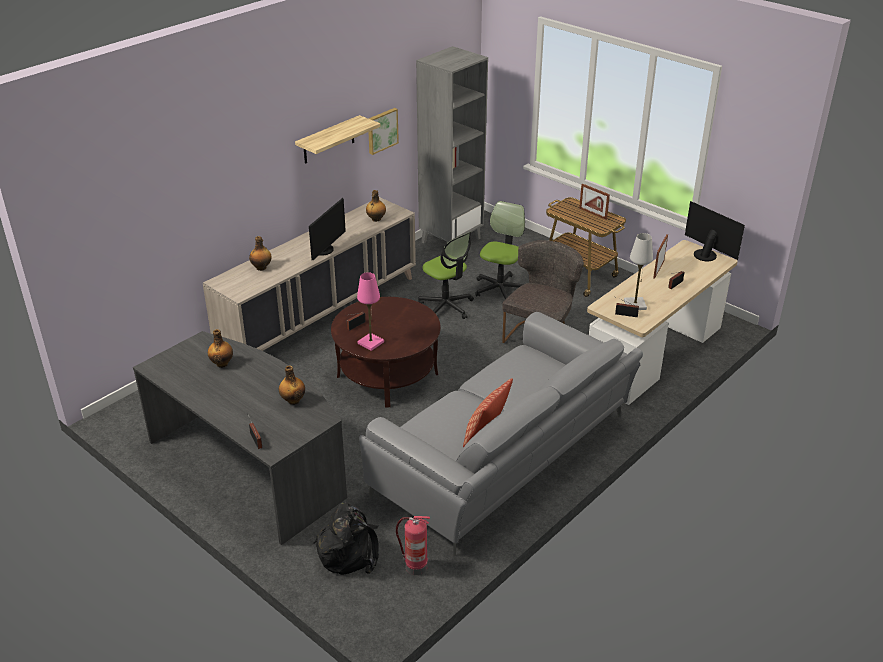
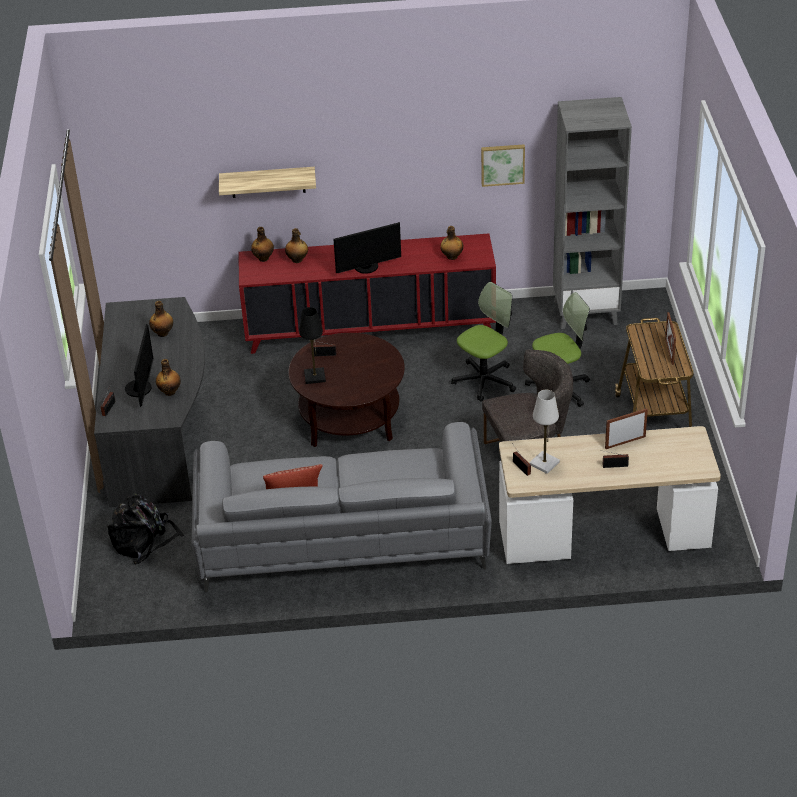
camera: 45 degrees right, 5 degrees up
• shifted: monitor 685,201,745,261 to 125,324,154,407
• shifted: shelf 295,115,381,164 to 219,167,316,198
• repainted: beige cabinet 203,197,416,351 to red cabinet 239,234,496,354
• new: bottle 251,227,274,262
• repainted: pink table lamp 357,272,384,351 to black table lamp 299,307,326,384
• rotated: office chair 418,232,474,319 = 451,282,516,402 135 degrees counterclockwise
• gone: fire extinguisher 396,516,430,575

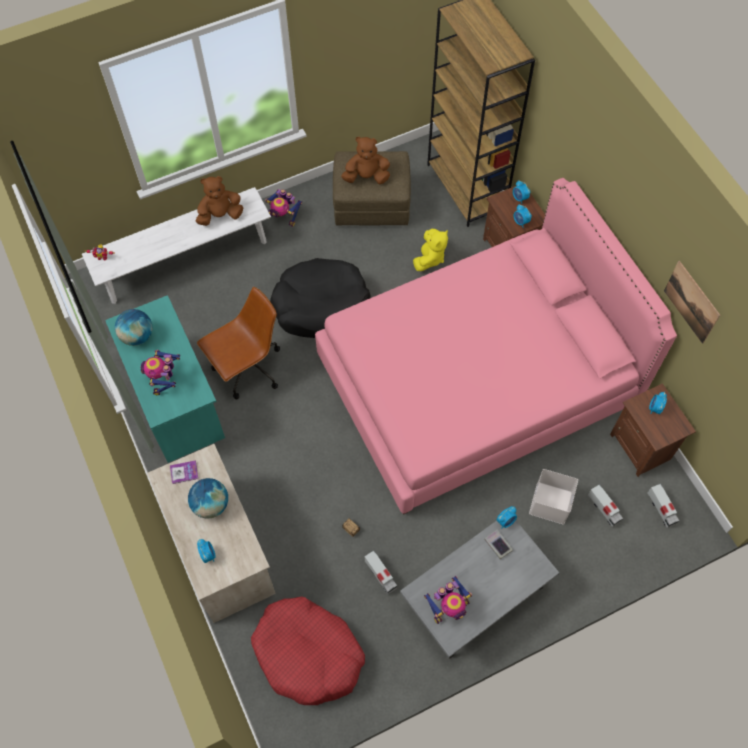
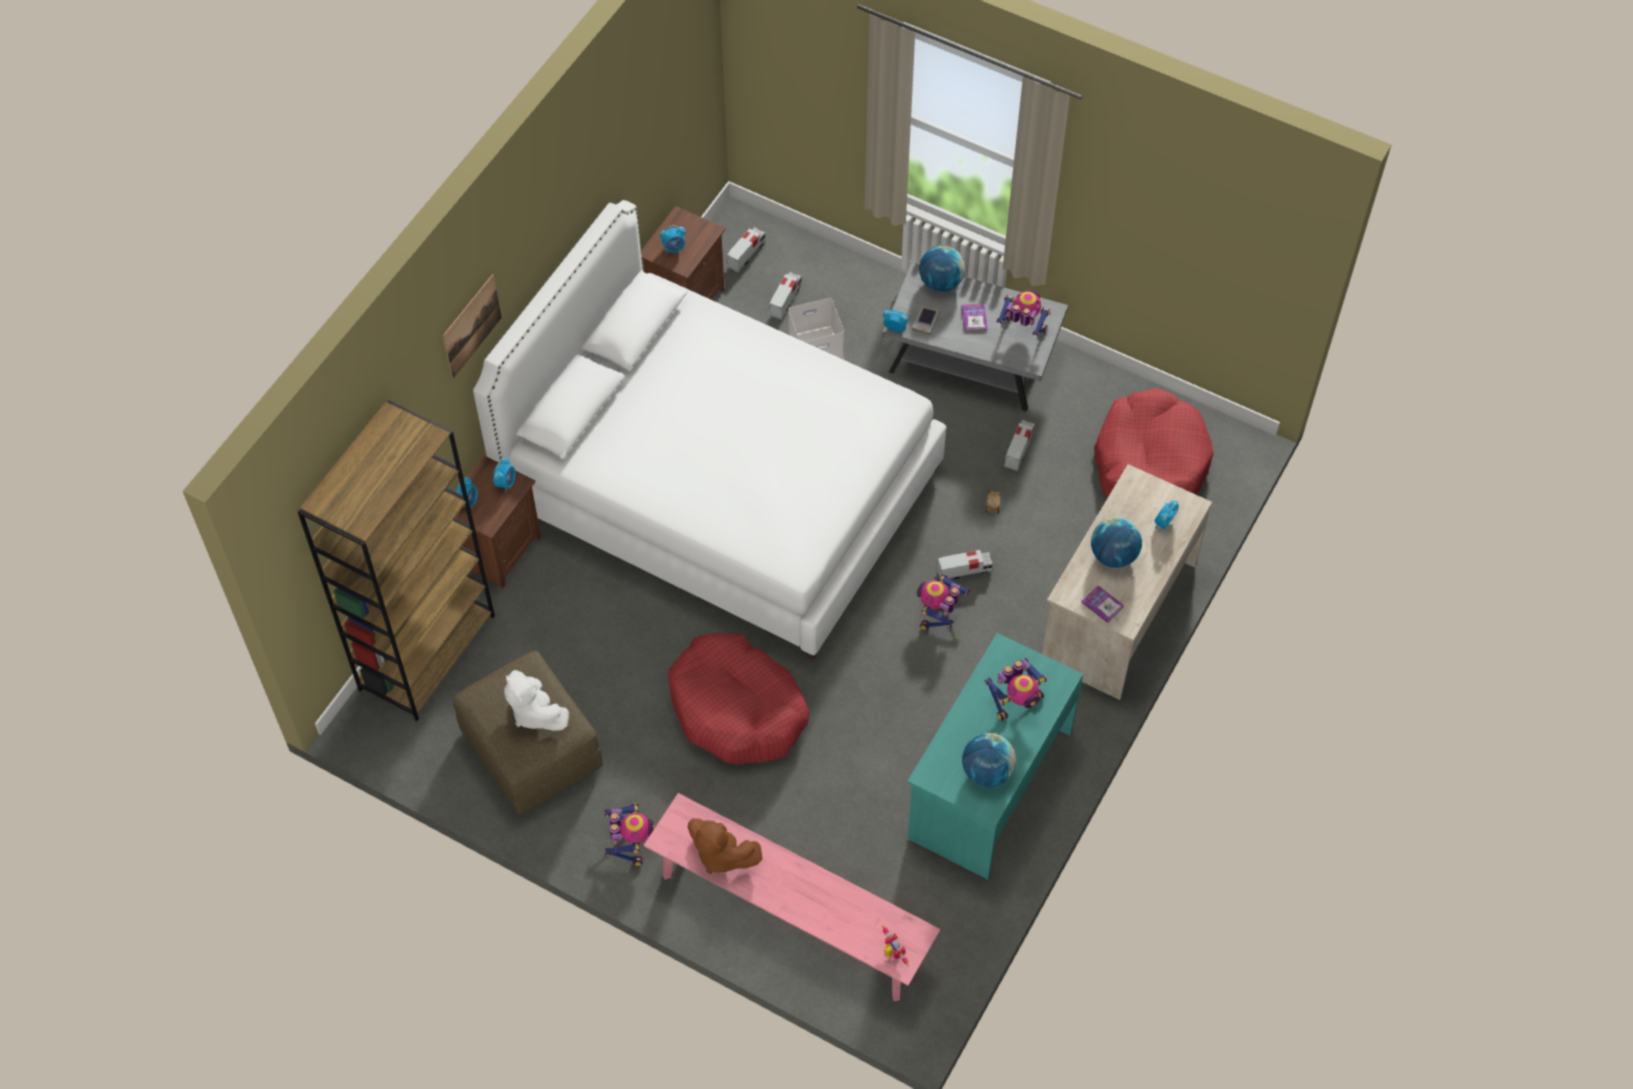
camera: 125 degrees left, 5 degrees down
• shifted: picture 664,261,720,344 to 443,274,502,379
• repainted: pink bed 315,178,677,515 to white bed 473,200,946,660
• repainted: brown plush toy 341,137,390,184 to white plush toy 504,670,569,731
• repainted: white bench 82,187,271,304 to pink bench 644,793,941,1001
• repainted: black dog bed 270,258,371,338 to red dog bed 668,633,809,764
• new: toy robot 917,574,970,630
• new: globe 919,245,965,292
• new: toy truck 937,550,993,580
• new: book 961,303,988,331
• gone: brown office chair 197,287,280,399
• gone: yellow plush toy 413,229,448,271

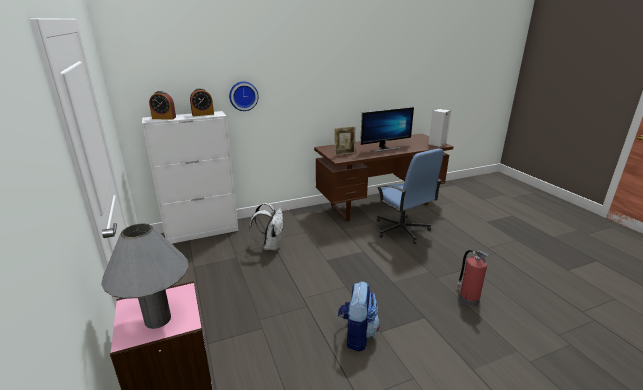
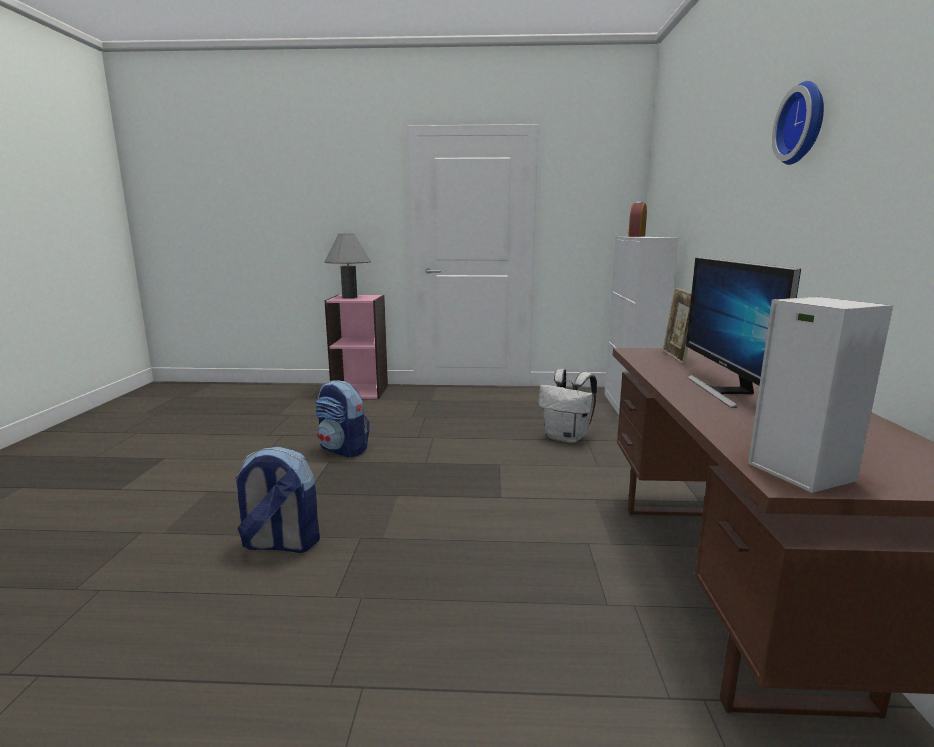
camera: 115 degrees right, 10 degrees down
• swapped: fire extinguisher 457,250,490,306 to backpack 235,447,320,553
• shifted: wall clock 229,81,259,111 to 772,81,824,165
• gone: alarm clock 190,88,214,116
• gone: blue office chair 377,148,444,244

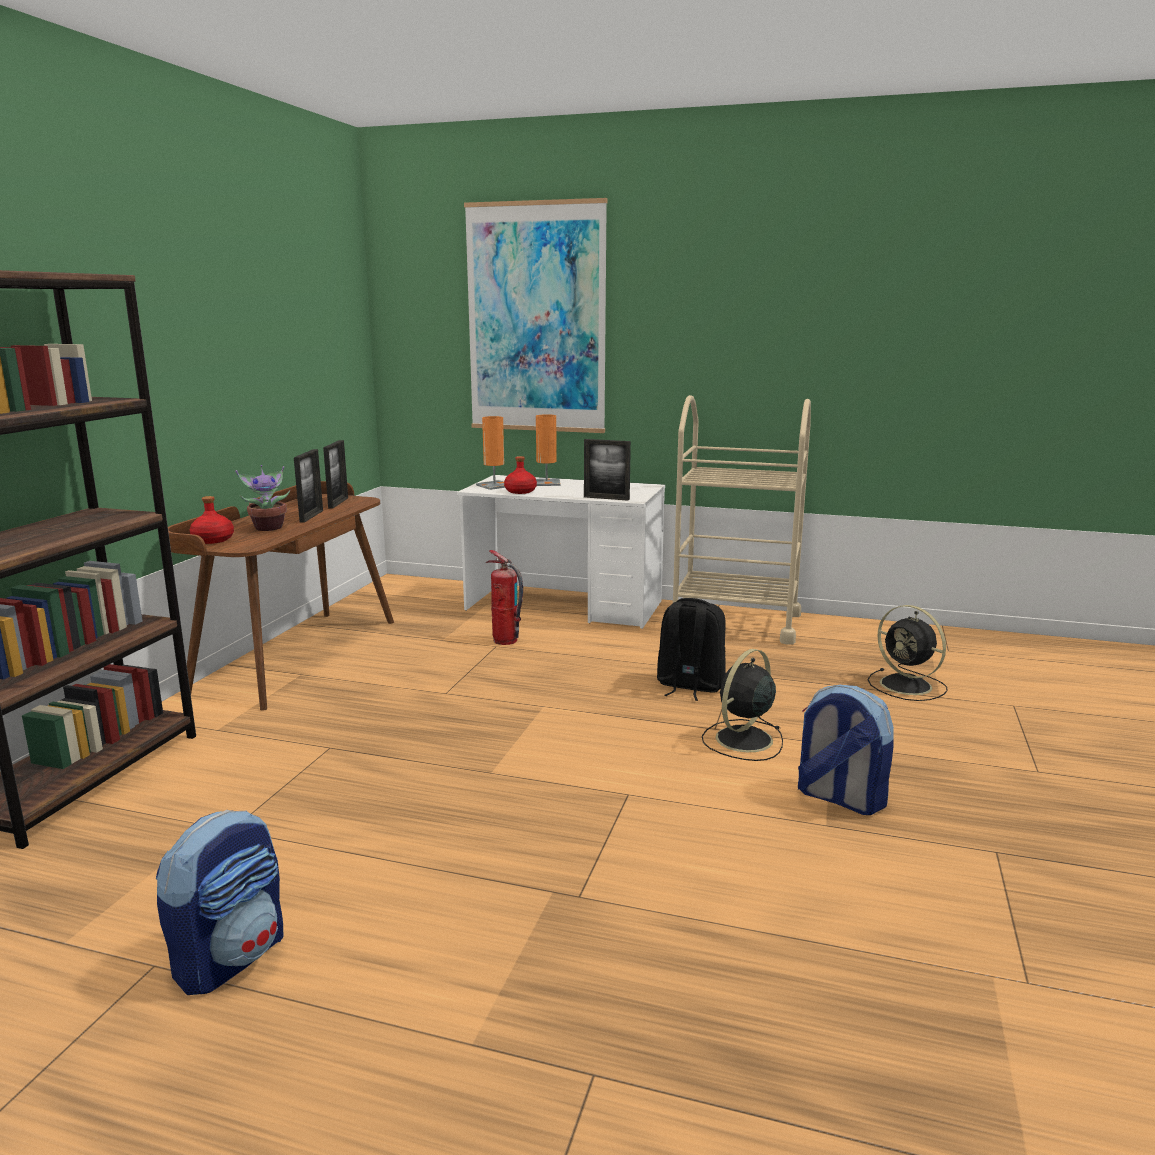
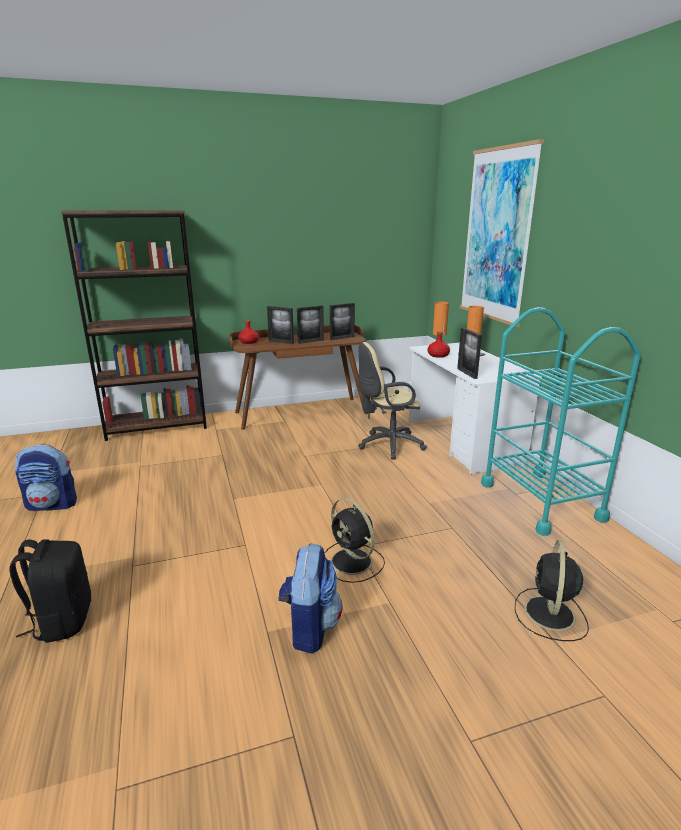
camera: 55 degrees right, 5 degrees up
• shifted: black backpack 657,598,726,701 to 9,539,91,643
• swapped: potted plant 235,465,290,531 to picture frame 267,306,294,344
• rotated: black fan 702,649,783,761 = 324,498,385,583 135 degrees counterclockwise
• swapped: fire extinguisher 485,550,523,645 to beige office chair 358,342,427,459
• repainted: beige cart 673,395,811,644 to turquoise cart 481,307,641,536

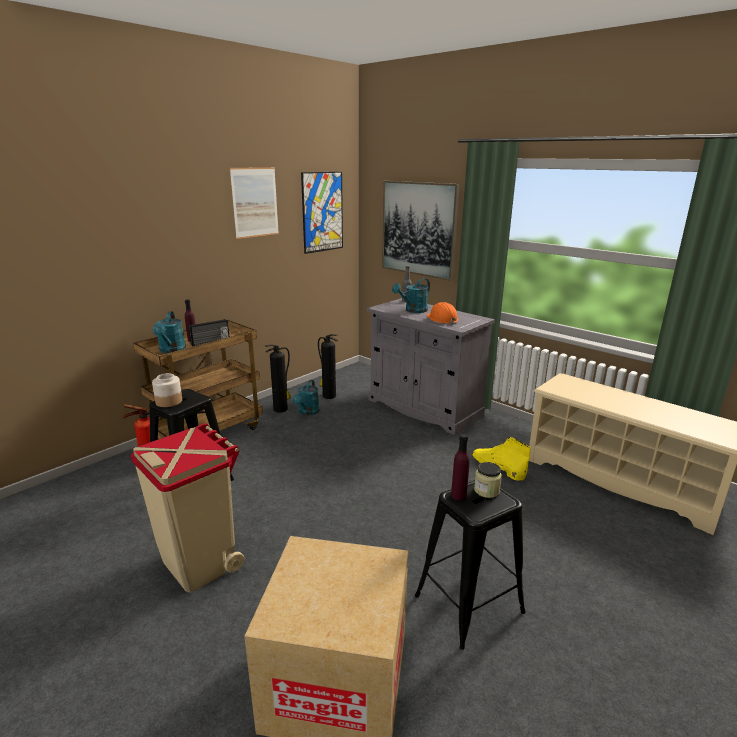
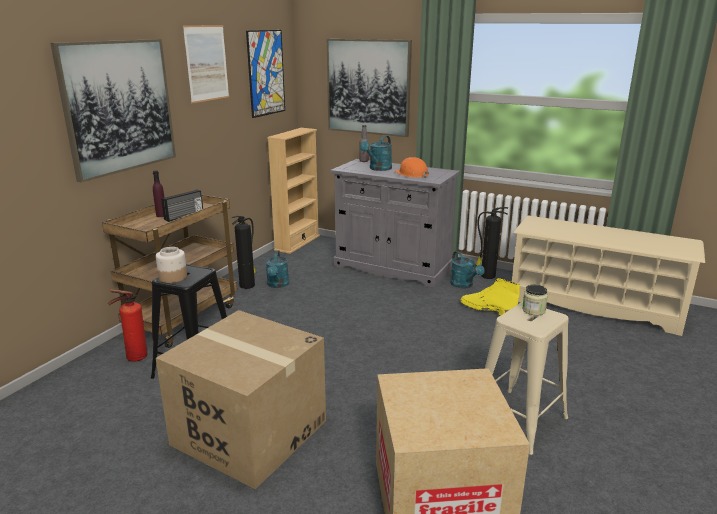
camera: 15 degrees left, 0 degrees up
• new: picture 50,39,176,183
• swapped: beige trash can 131,423,244,592 to cardboard box 156,310,326,489
• new: beige bookcase 267,128,320,254
• shifted: turquoise watering can 153,311,186,353 to 450,251,485,288
• shifted: fire extinguisher 318,334,338,399 to 476,207,508,279
• repainted: black stool 415,480,526,650 to beige stool 485,302,569,455
• gone: purple bottle 451,434,470,500

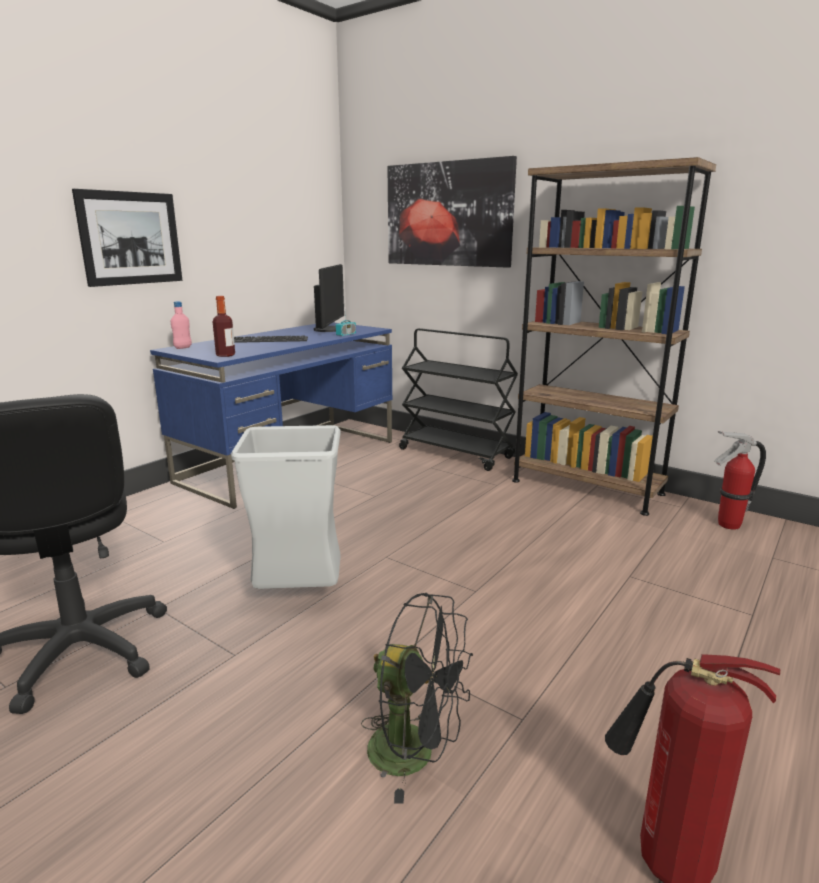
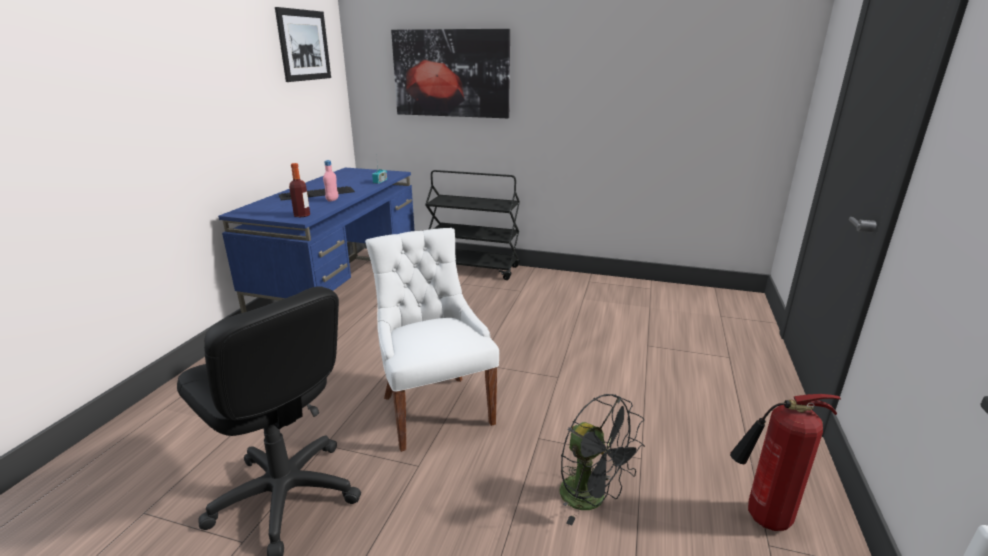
camera: 20 degrees left, 5 degrees up
• shifted: picture 72,189,182,287 to 275,7,331,82
• shifted: pink bottle 171,301,192,349 to 323,160,339,202
• swapped: grey trash can 231,425,341,589 to white chair 365,228,499,452
• rotated: black fan 361,593,473,804 = 559,394,645,525 45 degrees clockwise
• gone: monitor 314,264,344,332
• gone: brown bookcase 512,157,716,516
• gone: fire extinguisher 714,431,766,530

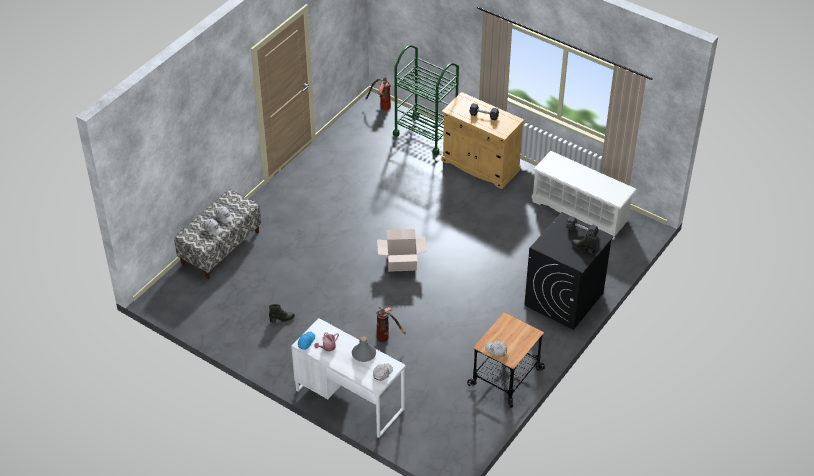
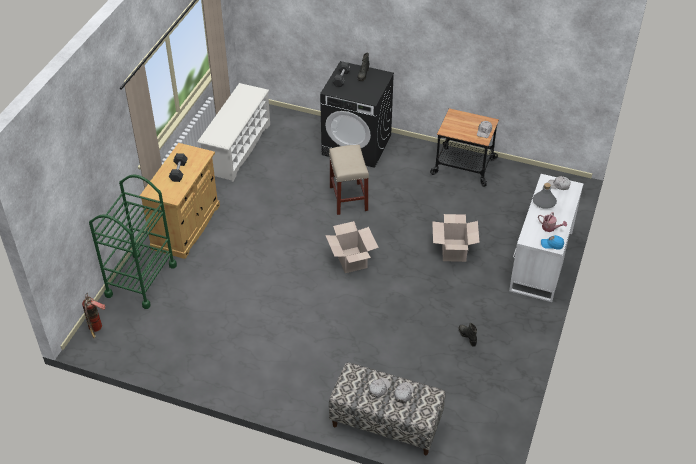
camera: 105 degrees left, 0 degrees up
• new: beige stool 329,145,369,215
• swapped: fire extinguisher 376,307,406,342 to cardboard box 432,214,480,262

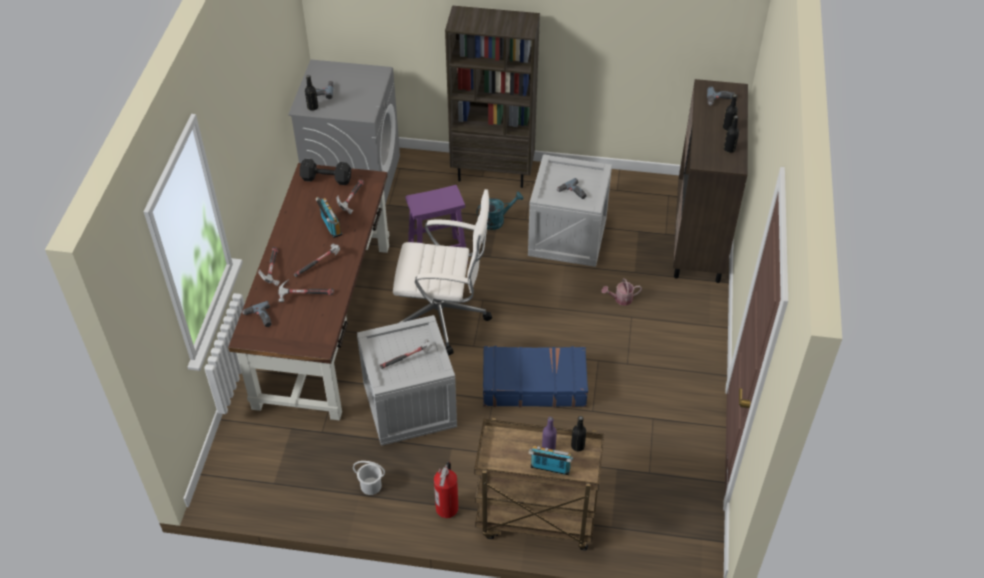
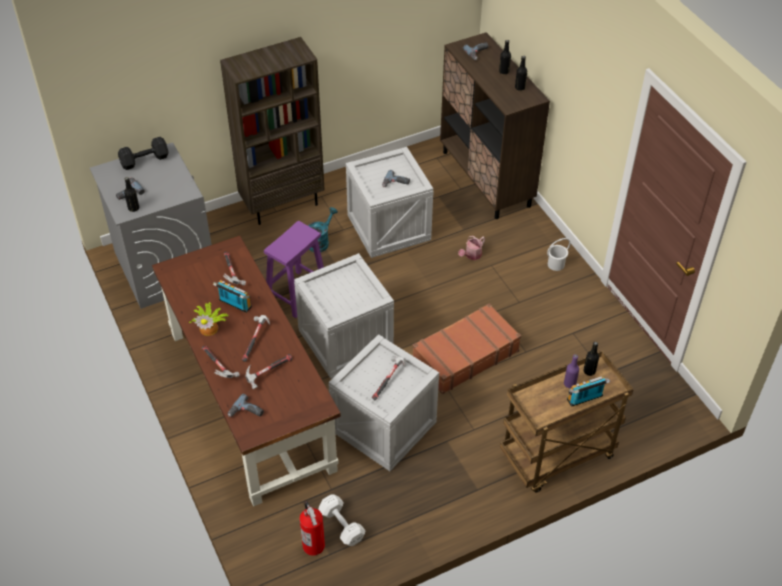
camera: 35 degrees left, 0 degrees up
• shifted: black dumbbell 300,158,351,185 to 118,137,169,170
• new: potted plant 189,302,228,336
• swapped: white office chair 393,189,492,355 to crate 294,253,394,379
• shifted: fire extinguisher 434,462,458,518 to 300,501,325,555
• new: white dumbbell 318,494,365,546
• repainted: blue suitcase 483,346,588,408 to brown suitcase 413,303,521,394
• shifted: white bucket 353,461,385,495 to 547,238,570,271

